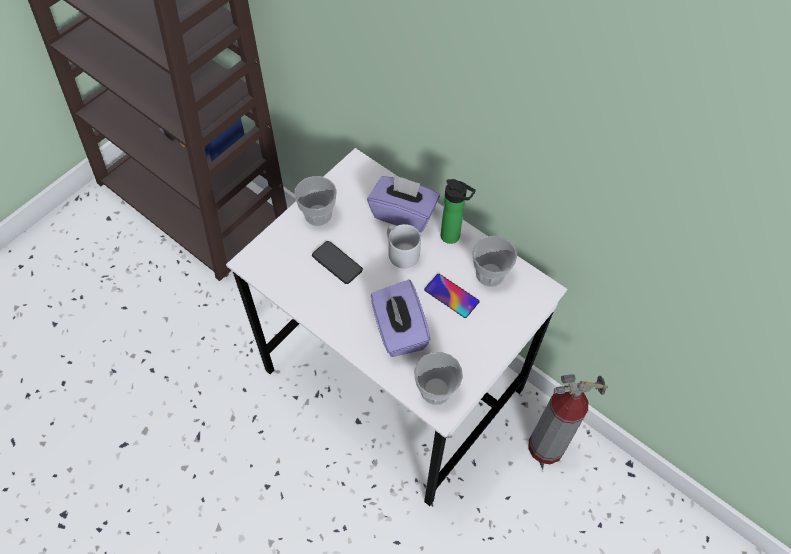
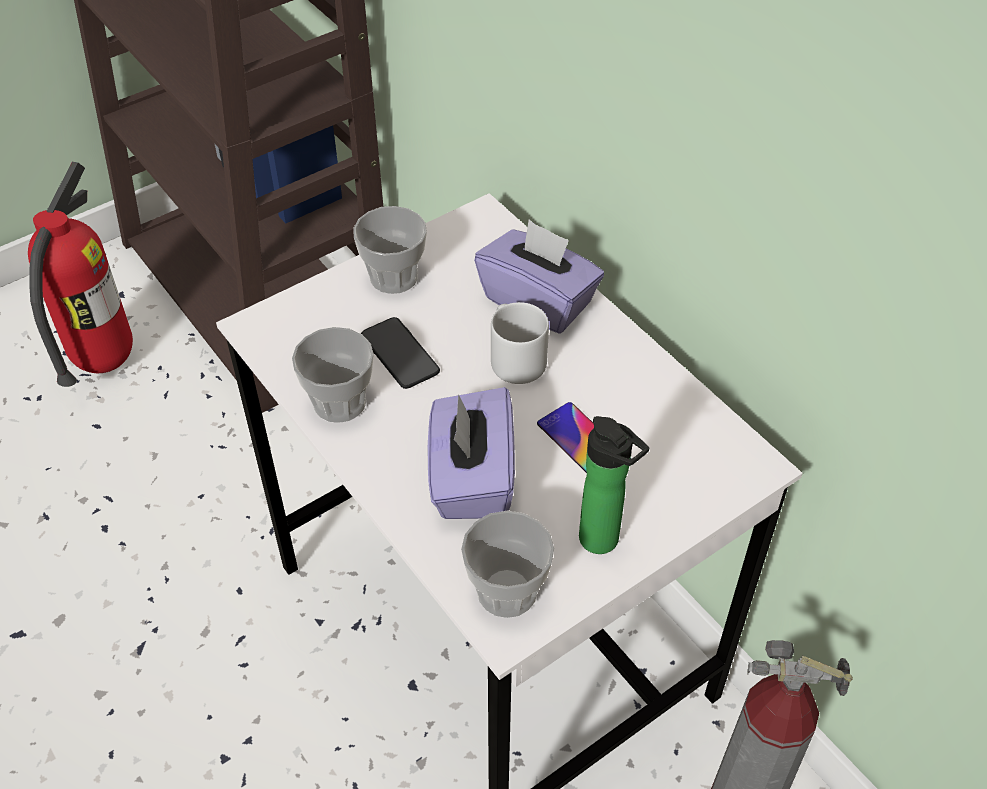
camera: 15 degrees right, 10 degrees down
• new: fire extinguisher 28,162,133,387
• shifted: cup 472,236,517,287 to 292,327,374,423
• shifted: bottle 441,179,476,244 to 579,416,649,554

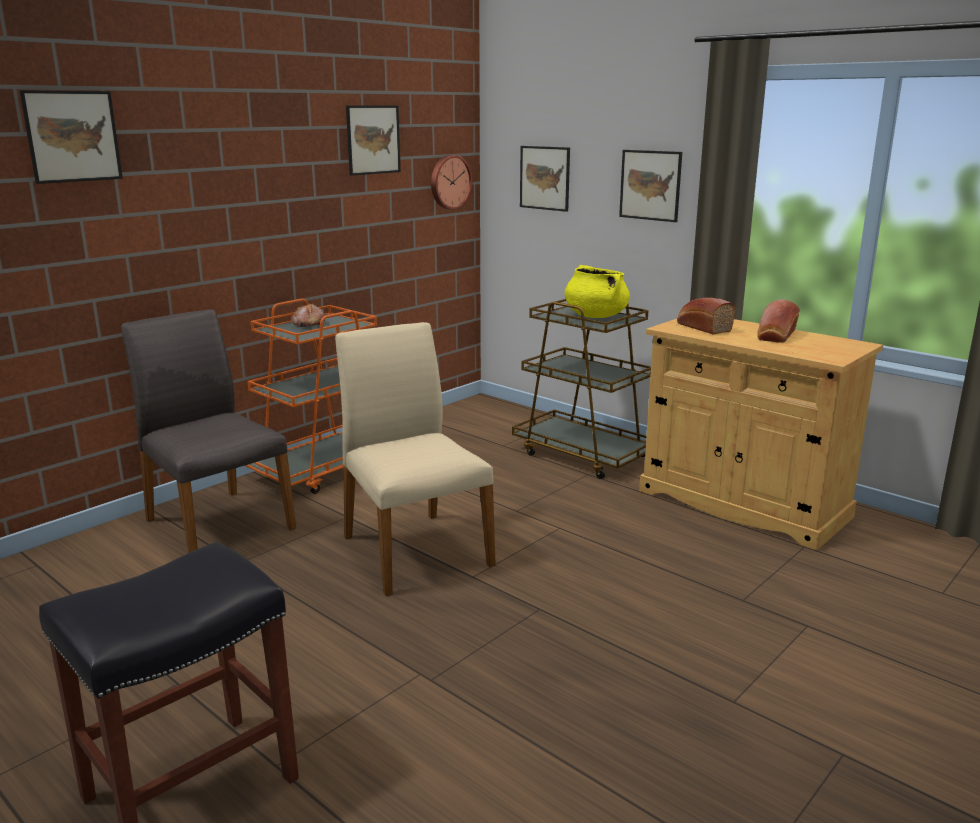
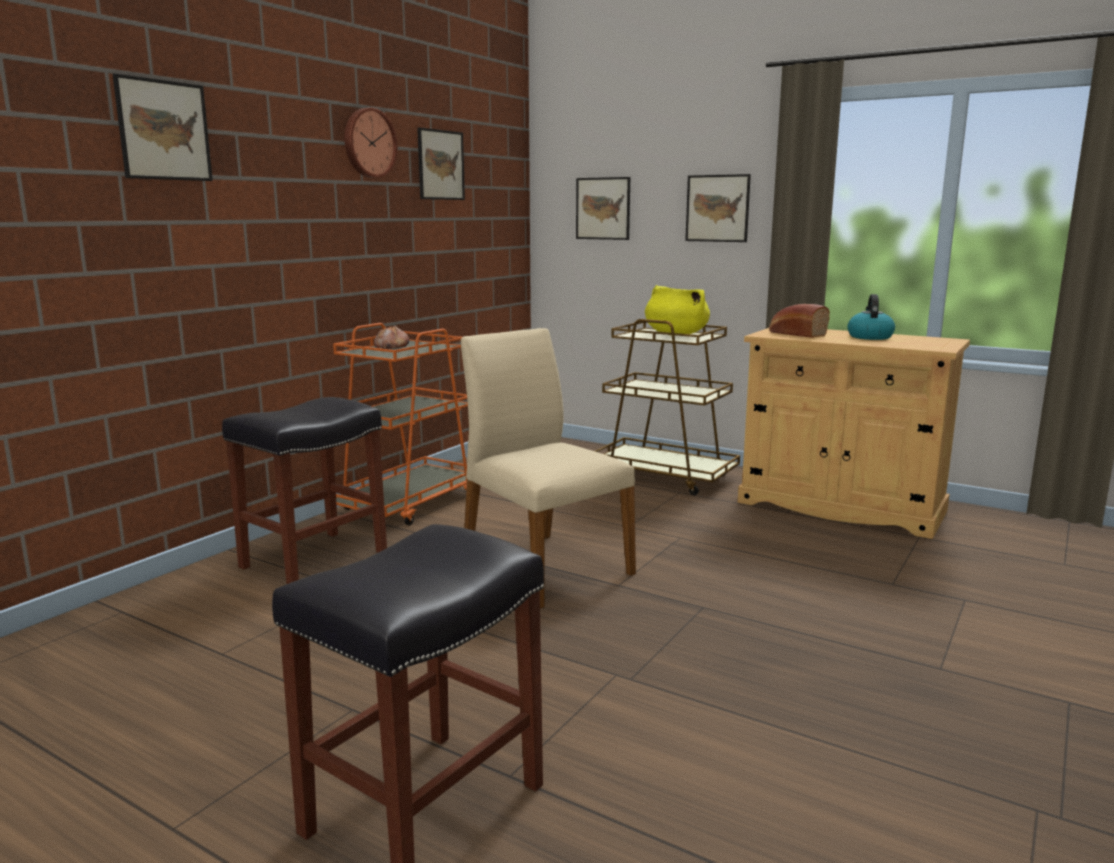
camera: 10 degrees left, 5 degrees down
• swapped: grey chair 121,309,296,553 to black stool 222,397,387,584
• shifted: wall clock 431,155,473,210 to 344,108,398,178
• swapped: bread 757,299,800,343 to kettle 848,294,895,340

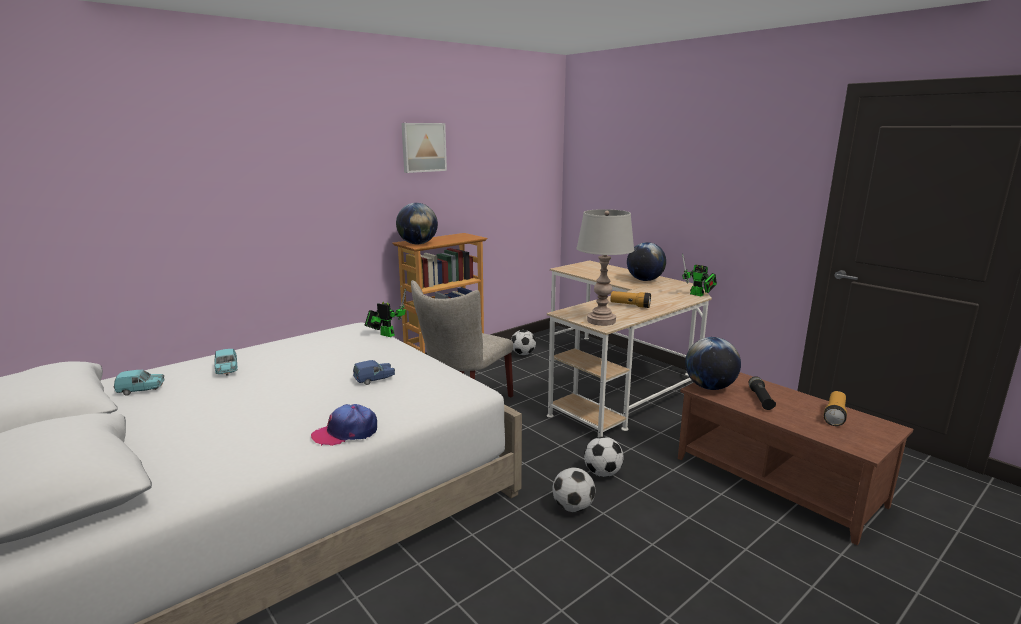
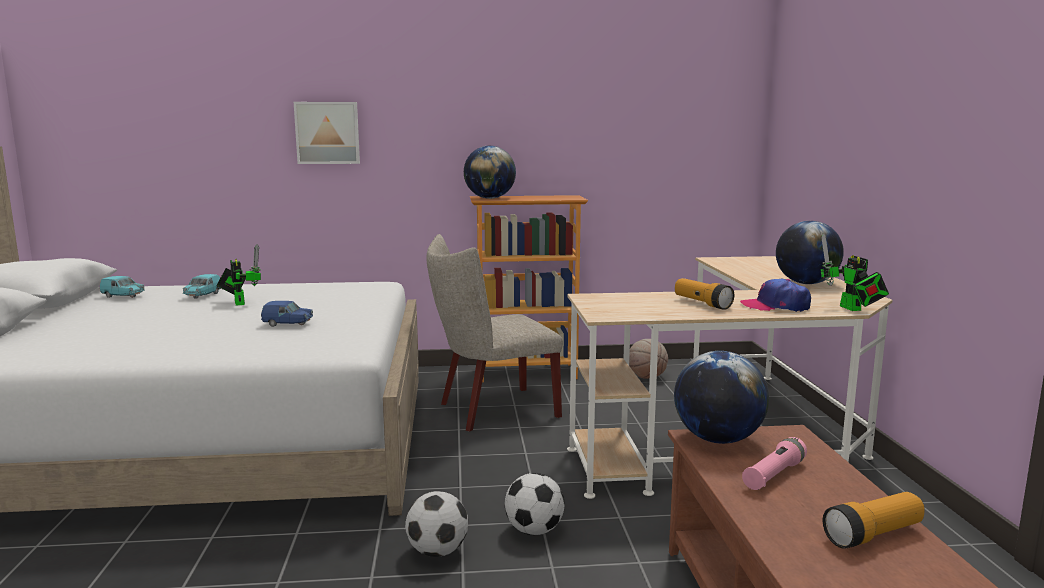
camera: 35 degrees right, 5 degrees down
• shifted: toy robot 365,288,406,337 to 216,244,261,306
• shifted: picture 402,123,447,173 to 294,102,360,164
• swapped: football 511,330,536,355 to basketball 629,339,668,379
• shifted: cap 311,404,377,446 to 740,279,811,312
• repainted: black flashlight 749,376,776,410 to pink flashlight 742,437,807,490
• gone: grey table lamp 576,209,634,326

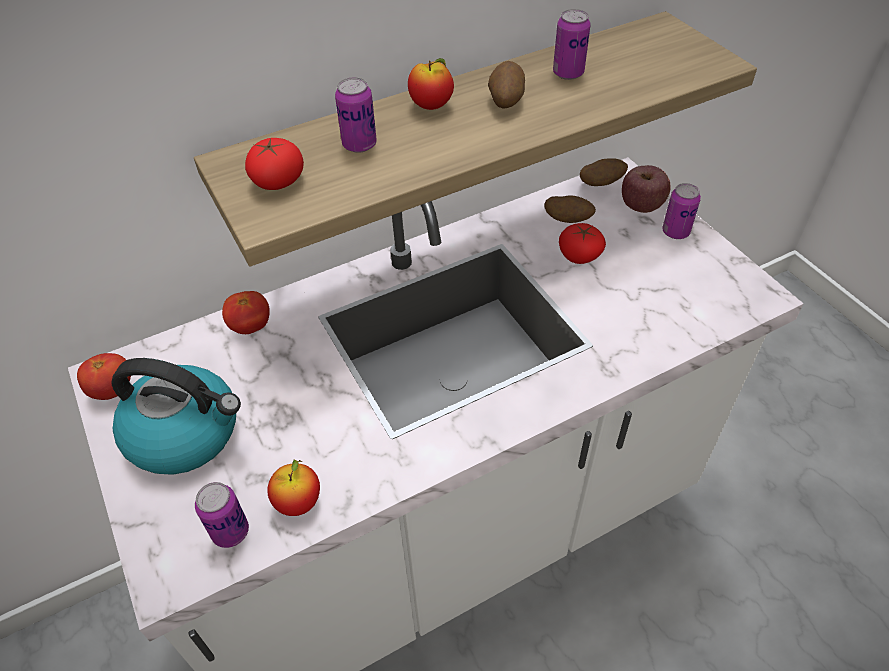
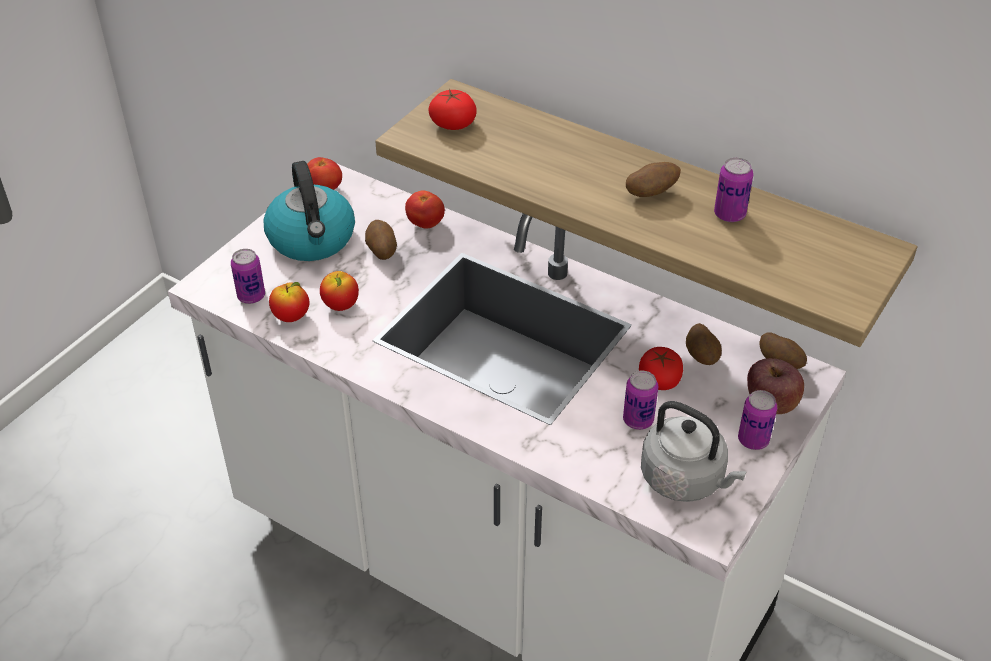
camera: 60 degrees right, 5 degrees down
• shifted: apple 408,58,454,110 to 320,271,359,311
• new: potato 365,220,397,260
• shifted: can 335,77,377,153 to 623,371,658,430
• new: grey kettle 641,401,746,502

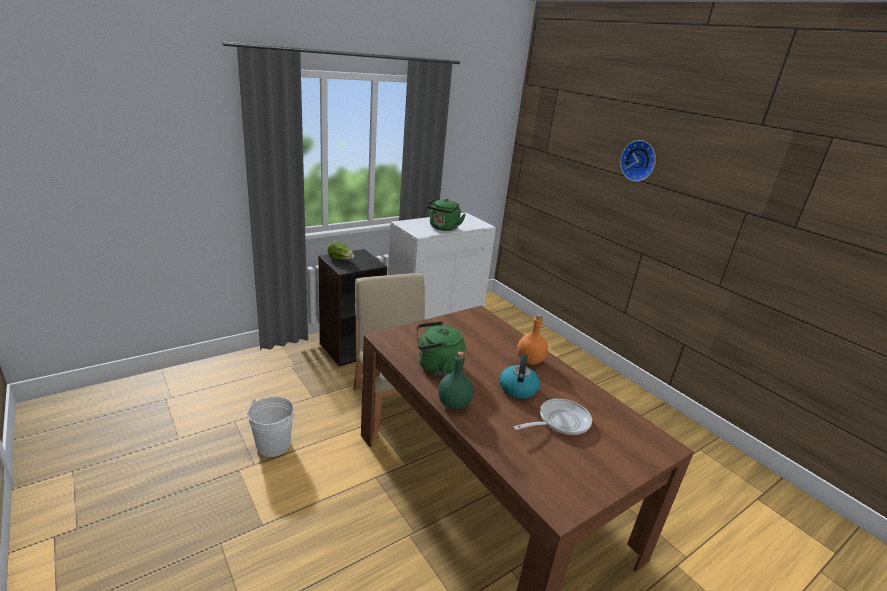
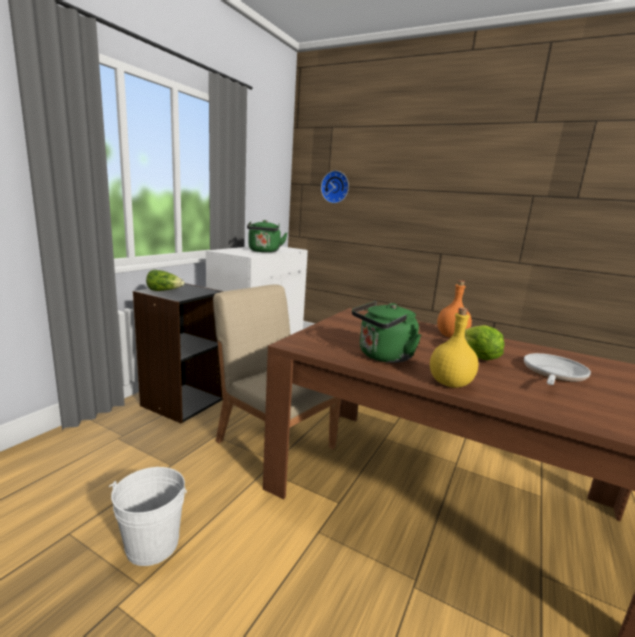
camera: 25 degrees left, 10 degrees down
• shifted: wall clock 620,140,656,182 to 321,171,349,203
• repainted: green bottle 438,351,473,409 to yellow bottle 430,307,478,388
• swapped: kettle 500,354,540,399 to lettuce 465,325,505,360

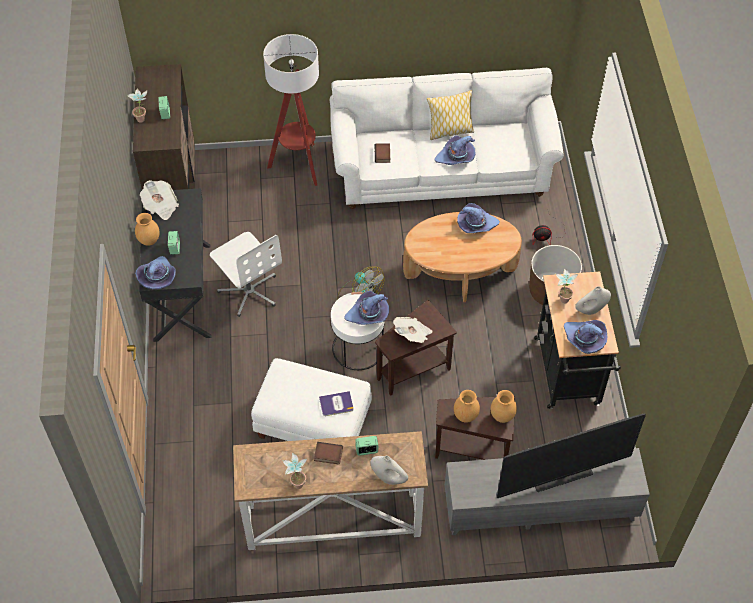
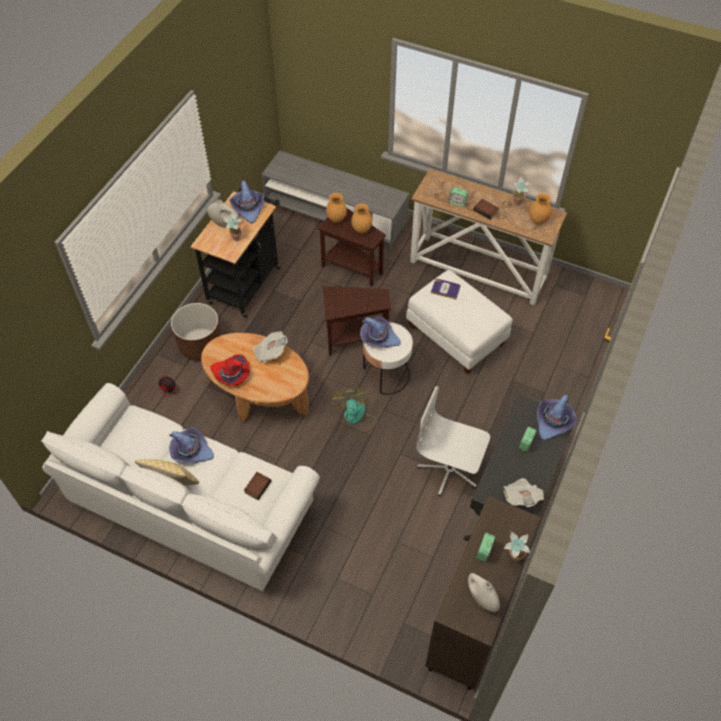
camera: 150 degrees left, 0 degrees up
• repainted: purple hat 457,203,500,233 to red hat 210,354,250,386
• shifted: newspaper 393,317,433,343 to 253,331,288,363
• rotated: white office chair 210,232,282,317 = 416,386,490,497 60 degrees counterclockwise
• shifted: white vase 370,456,408,485 to 468,573,500,612
• shifted: brown vase 135,213,160,246 to 529,193,552,225
• gone: floor lamp 263,34,319,186
• gone: television 497,413,646,498

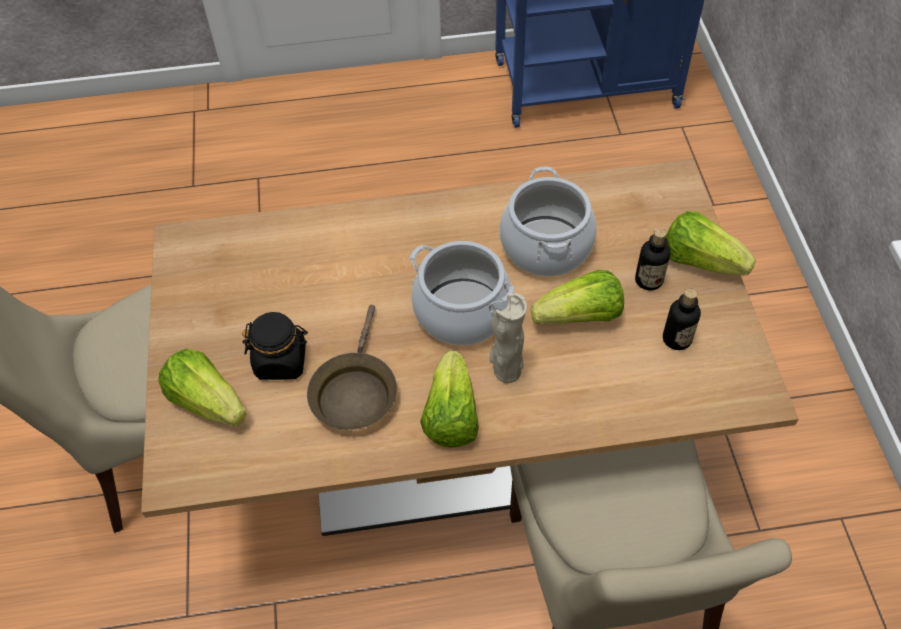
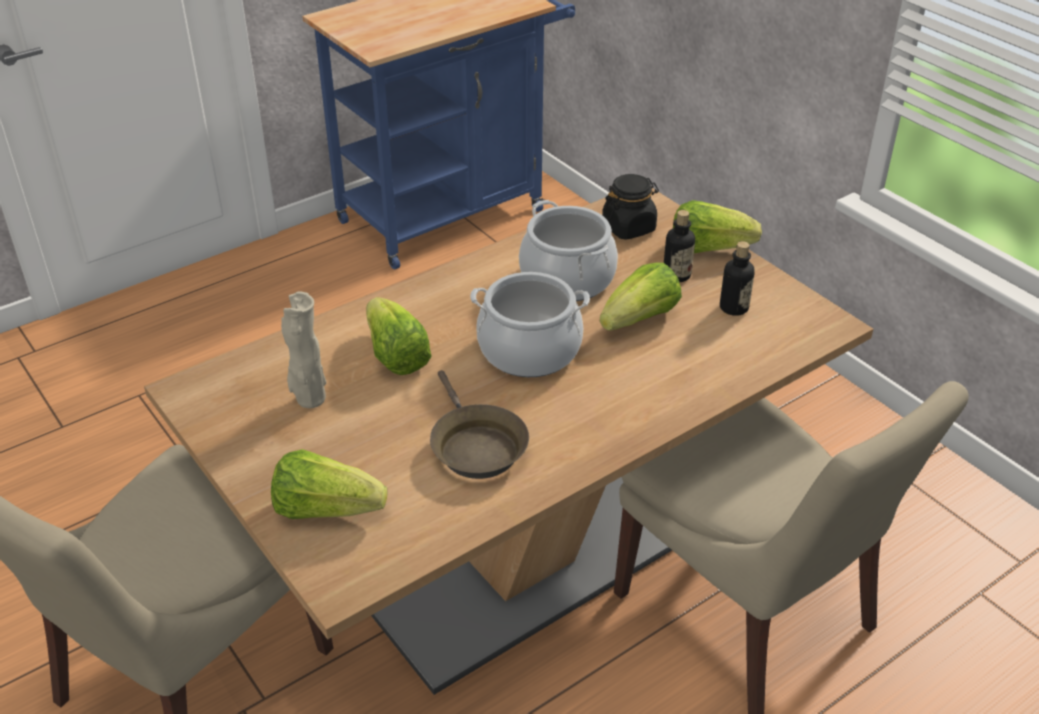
camera: 30 degrees left, 15 degrees down
• shifted: beige vase 490,293,527,383 to 281,292,326,408
• shifted: lettuce 420,351,479,447 to 366,297,432,375
• shifted: black jar 242,312,308,380 to 602,174,659,240

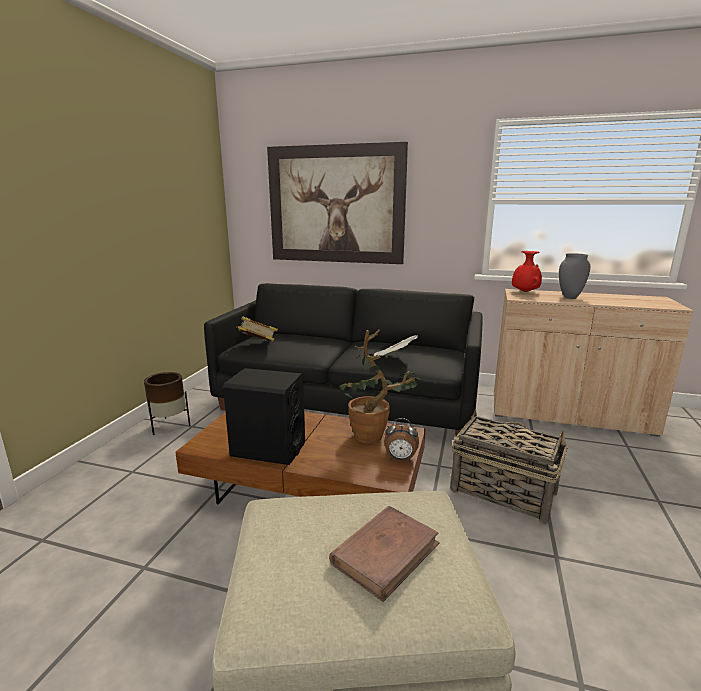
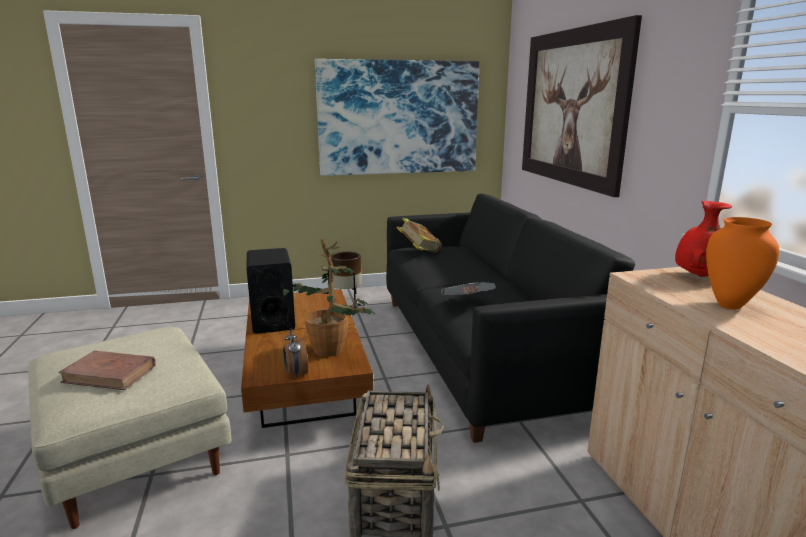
camera: 60 degrees right, 0 degrees up
• new: picture 315,59,480,176
• repainted: grey vase 559,253,590,299 to orange vase 706,217,779,309

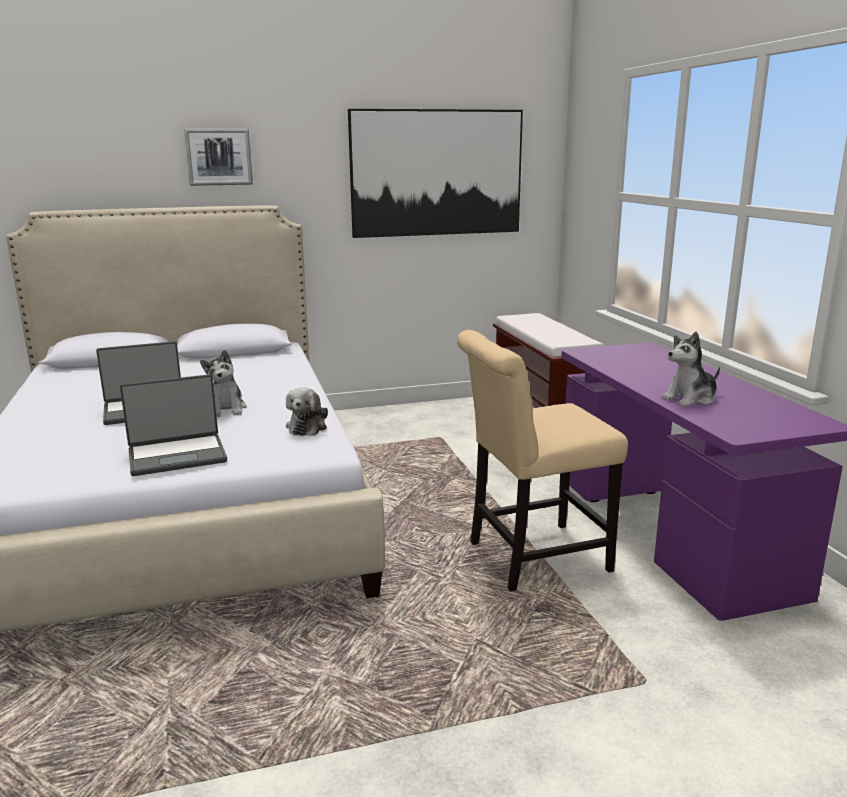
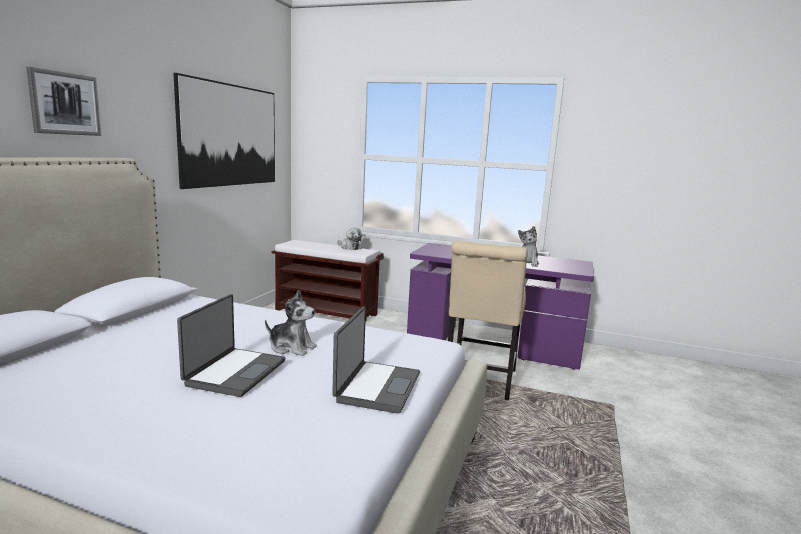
camera: 55 degrees left, 5 degrees down
• shifted: plush toy 286,387,328,436 to 338,228,362,250

